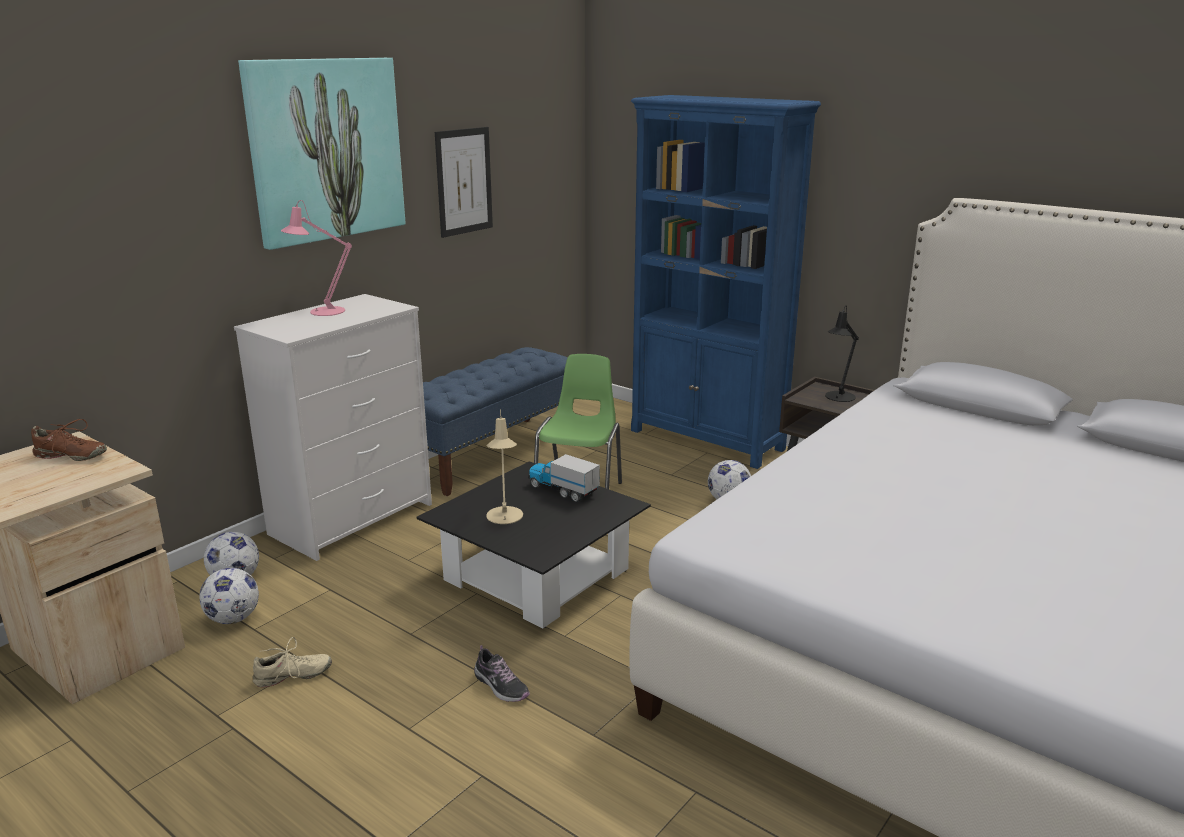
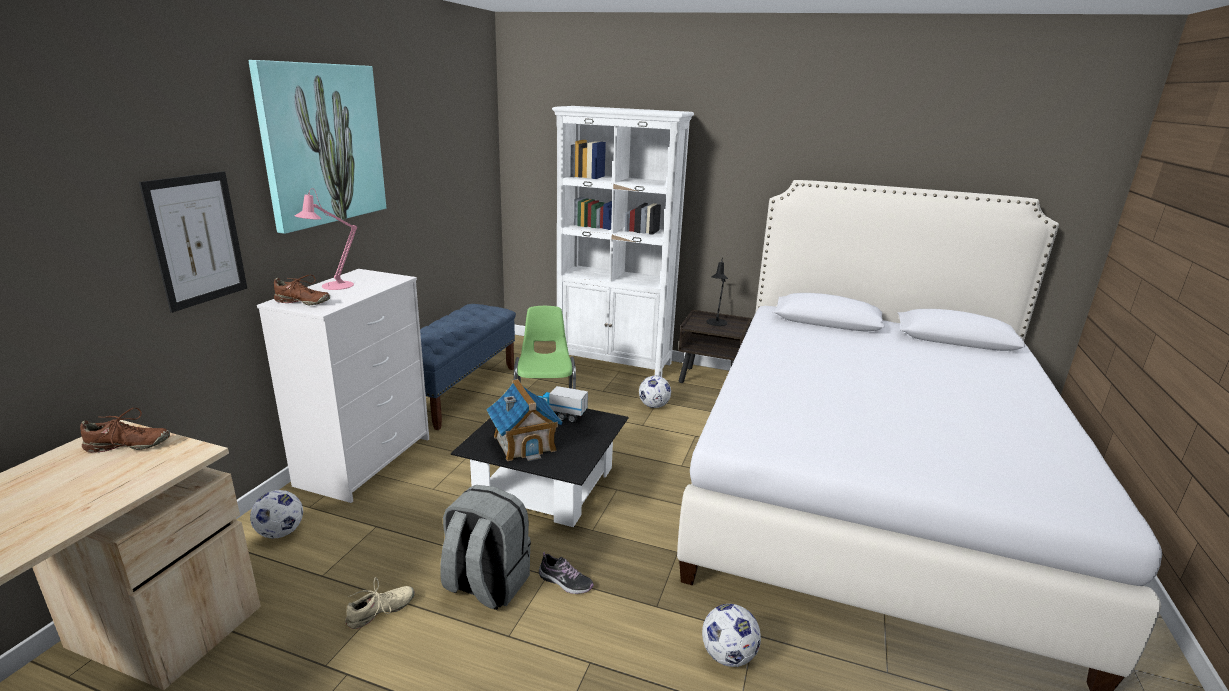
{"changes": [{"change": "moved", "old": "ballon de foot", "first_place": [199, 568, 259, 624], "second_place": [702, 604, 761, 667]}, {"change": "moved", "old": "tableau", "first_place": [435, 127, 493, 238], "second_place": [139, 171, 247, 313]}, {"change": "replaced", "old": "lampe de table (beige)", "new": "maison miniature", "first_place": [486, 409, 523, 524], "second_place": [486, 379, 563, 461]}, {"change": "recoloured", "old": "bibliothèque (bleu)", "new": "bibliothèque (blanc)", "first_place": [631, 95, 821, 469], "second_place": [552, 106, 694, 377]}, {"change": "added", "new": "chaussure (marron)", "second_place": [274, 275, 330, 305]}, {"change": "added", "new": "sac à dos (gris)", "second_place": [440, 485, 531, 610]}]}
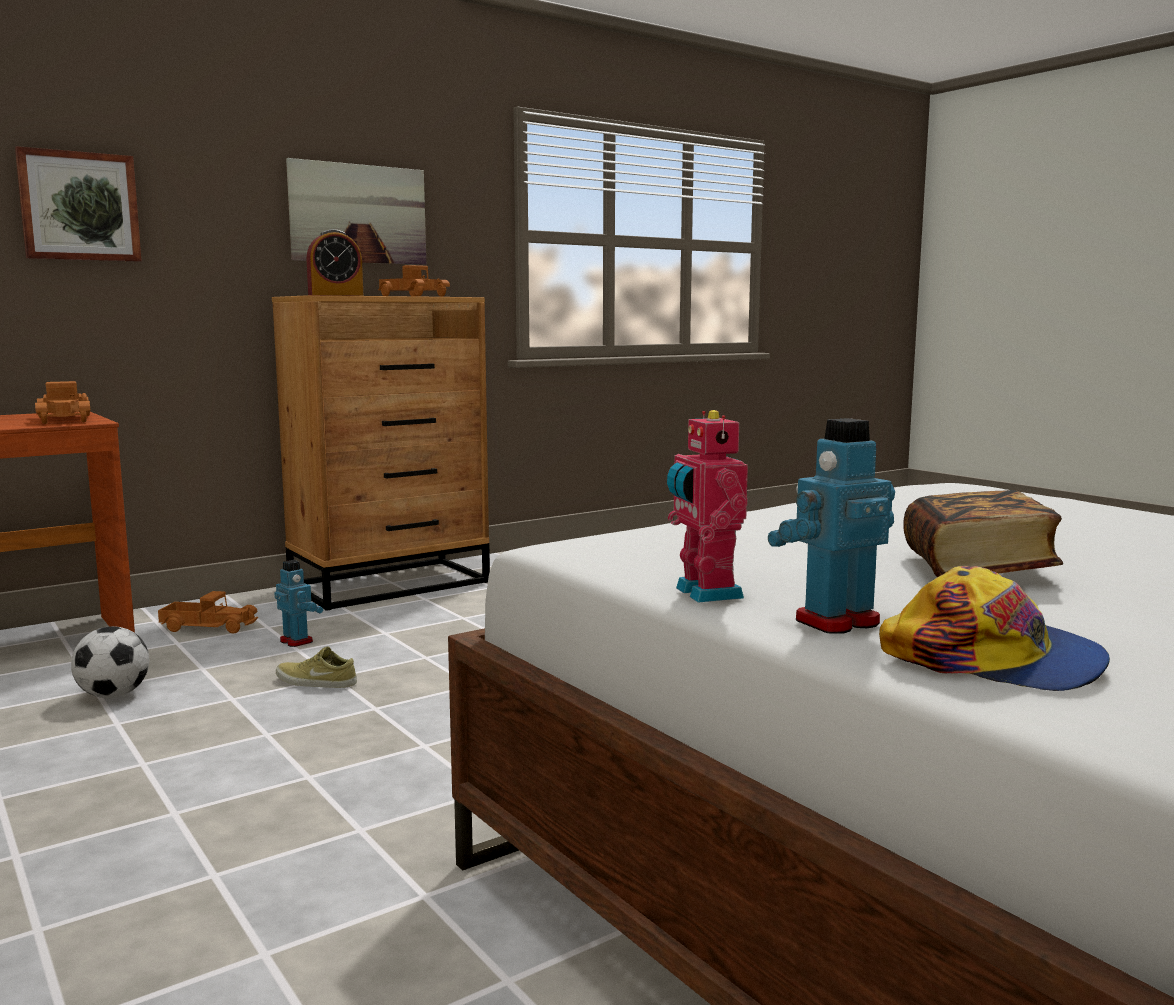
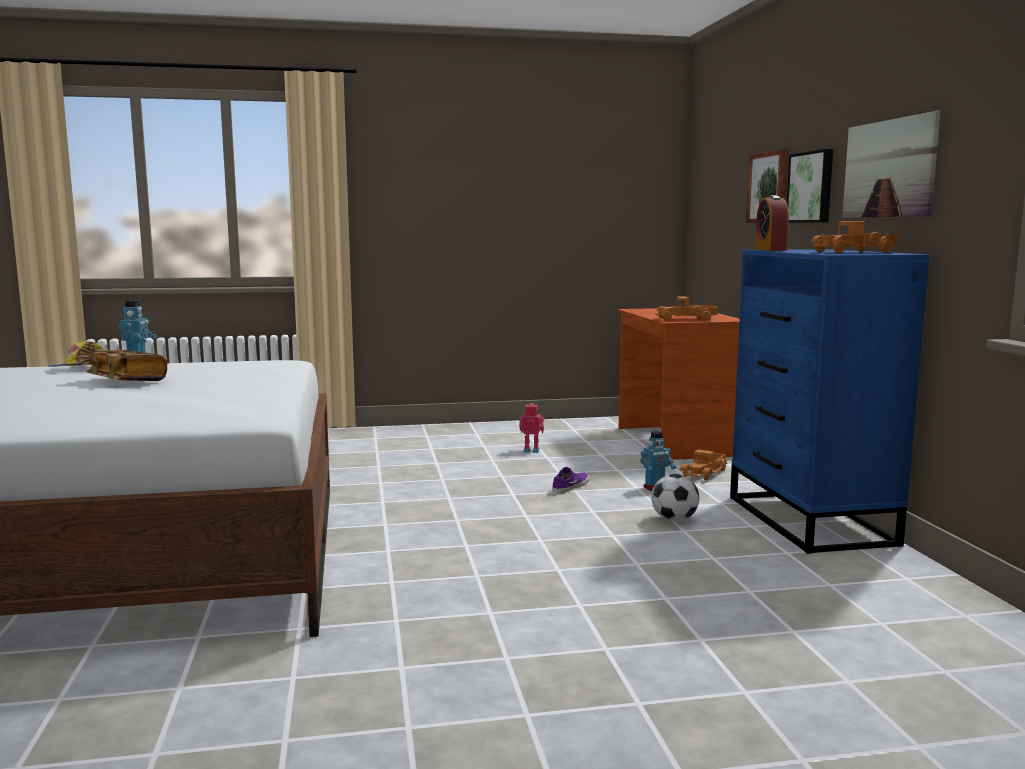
{"changes": [{"change": "moved", "old": "ballon de foot", "first_place": [71, 626, 149, 698], "second_place": [651, 474, 699, 521]}, {"change": "recoloured", "old": "commode (marron)", "new": "commode (bleu)", "first_place": [272, 295, 490, 611], "second_place": [730, 249, 930, 554]}, {"change": "recoloured", "old": "chaussure (beige)", "new": "chaussure (violet)", "first_place": [276, 647, 357, 688], "second_place": [552, 467, 589, 494]}, {"change": "moved", "old": "robot jouet", "first_place": [667, 410, 748, 603], "second_place": [519, 403, 544, 453]}, {"change": "added", "new": "tableau", "second_place": [786, 149, 833, 223]}]}
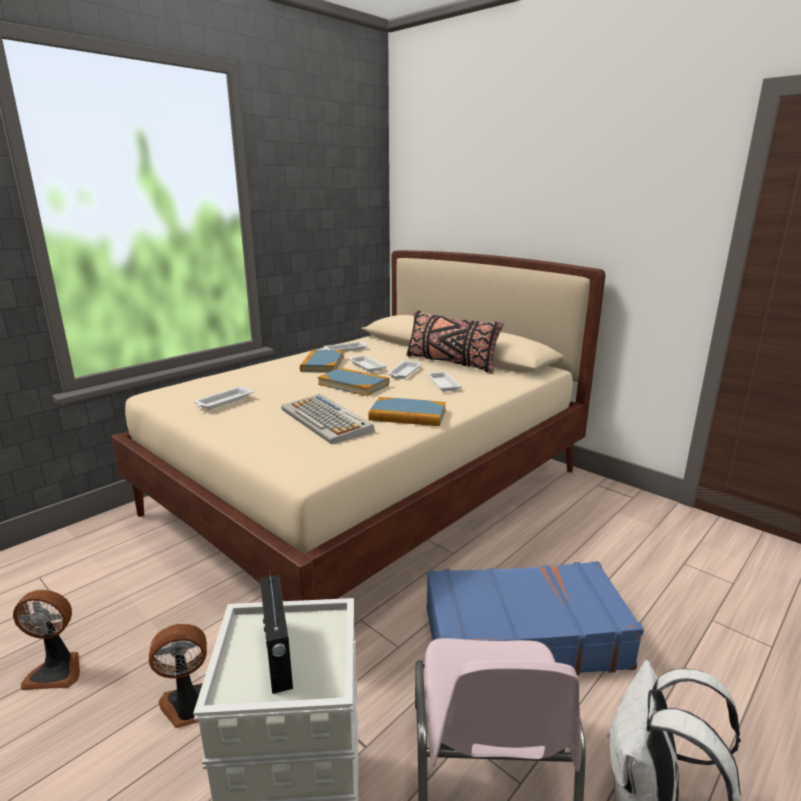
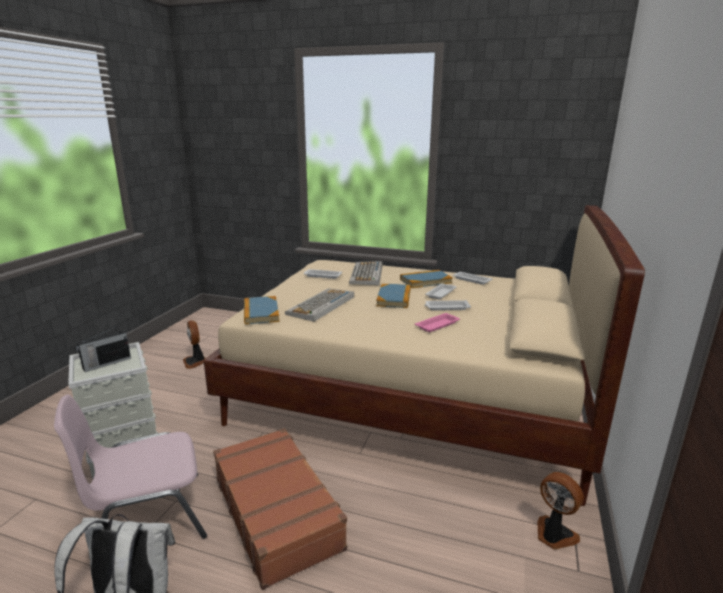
{"changes": [{"change": "moved", "old": "ventilateur", "first_place": [149, 624, 207, 728], "second_place": [537, 472, 584, 550]}, {"change": "moved", "old": "livre", "first_place": [368, 397, 446, 426], "second_place": [244, 296, 280, 325]}, {"change": "removed", "old": "coussin (noir)", "first_place": [406, 310, 504, 374]}, {"change": "recoloured", "old": "plateau (blanc)", "new": "plateau (rose)", "first_place": [427, 372, 462, 392], "second_place": [415, 313, 460, 332]}, {"change": "recoloured", "old": "valise (bleu)", "new": "valise (marron)", "first_place": [427, 561, 644, 675], "second_place": [213, 428, 347, 590]}, {"change": "added", "new": "clavier", "second_place": [349, 261, 383, 285]}]}
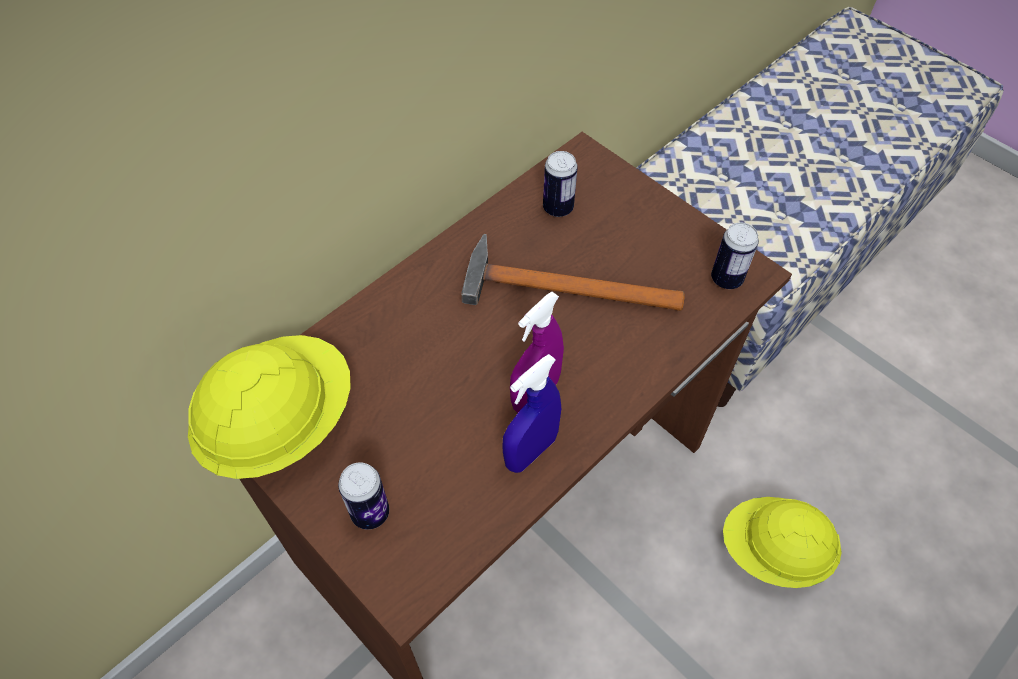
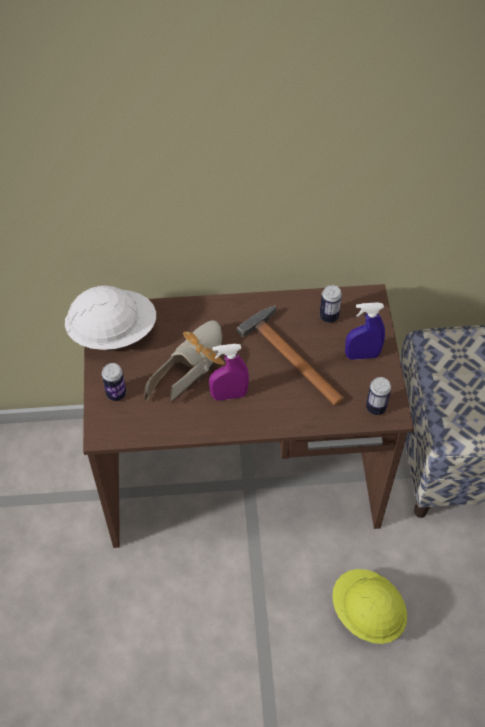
{"changes": [{"change": "recoloured", "old": "casque de chantier (jaune)", "new": "casque de chantier (blanc)", "first_place": [188, 335, 351, 479], "second_place": [65, 286, 156, 351]}, {"change": "moved", "old": "vaporisateur (bleu)", "first_place": [502, 354, 561, 473], "second_place": [345, 302, 385, 360]}, {"change": "added", "new": "chaussure", "second_place": [144, 320, 225, 403]}]}
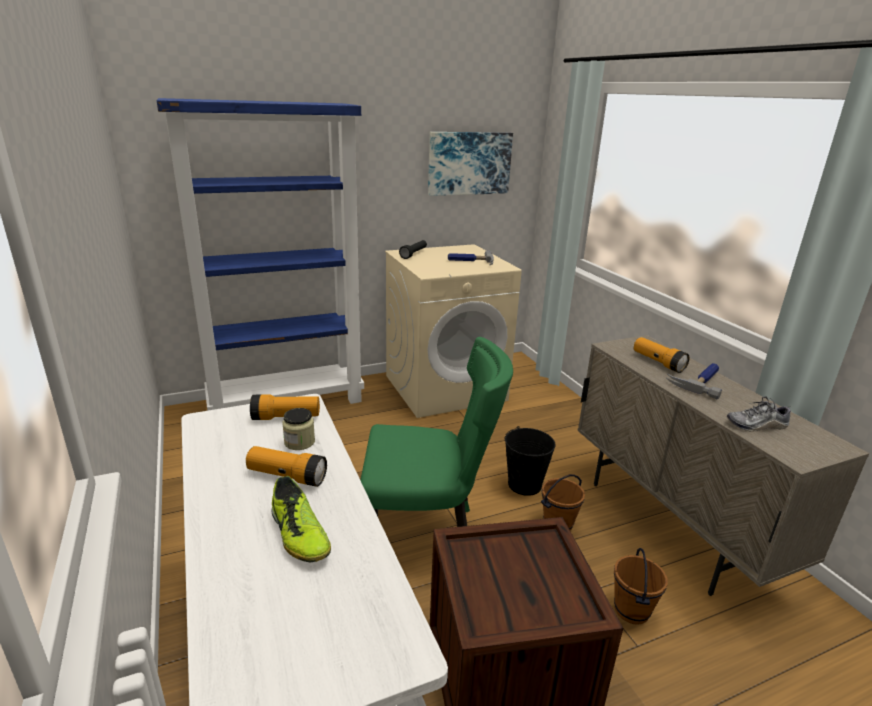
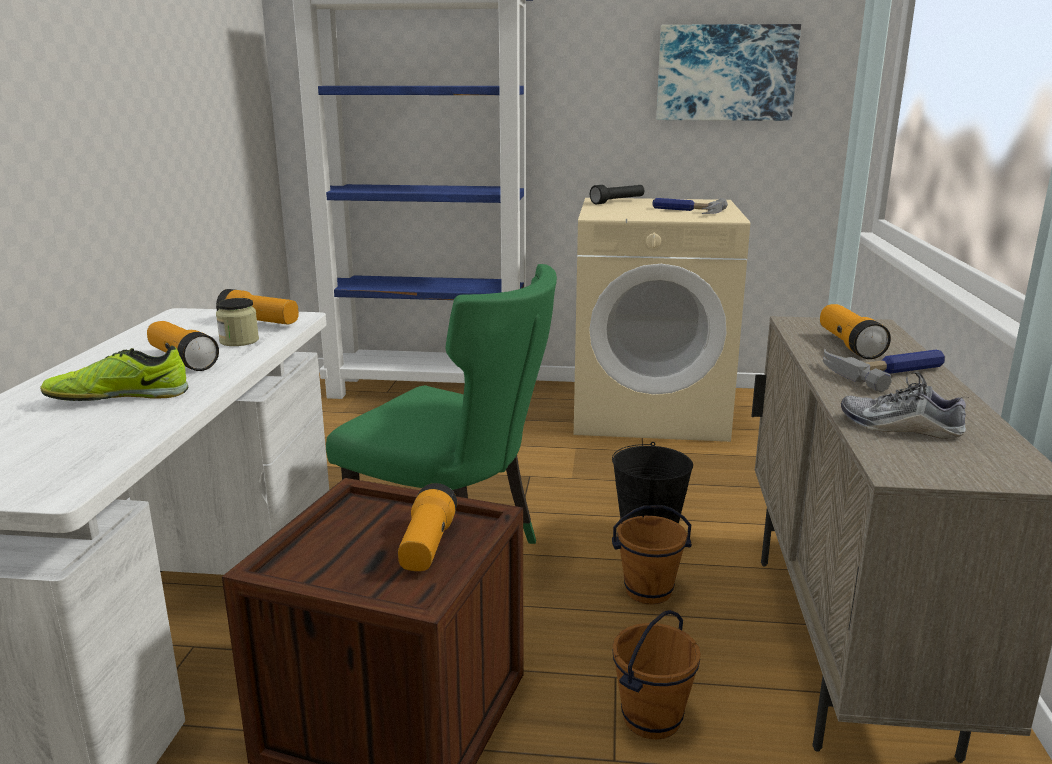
{"changes": [{"change": "turned", "old": "chaussure", "first_place": [271, 476, 331, 562], "second_place": [40, 345, 189, 401], "degrees": 75}, {"change": "added", "new": "lampe de poche", "second_place": [398, 483, 457, 571]}]}
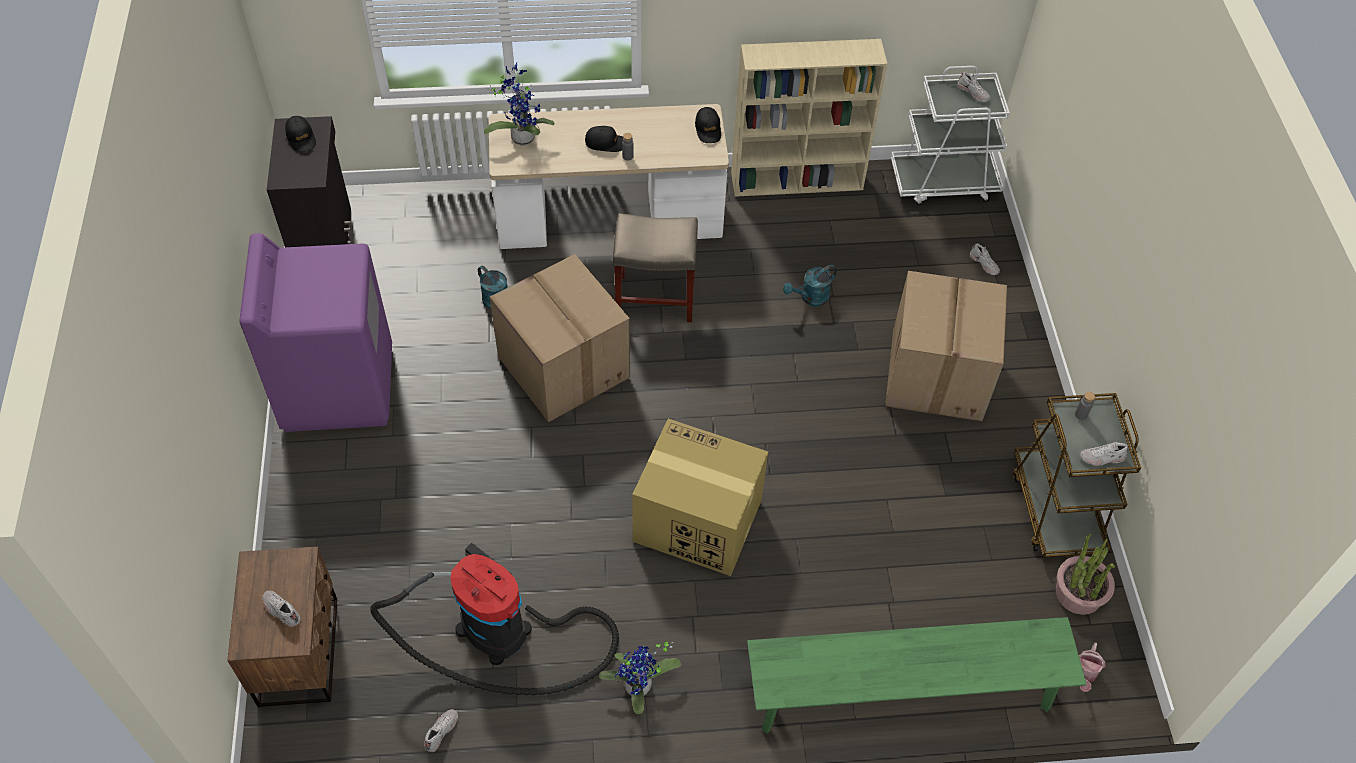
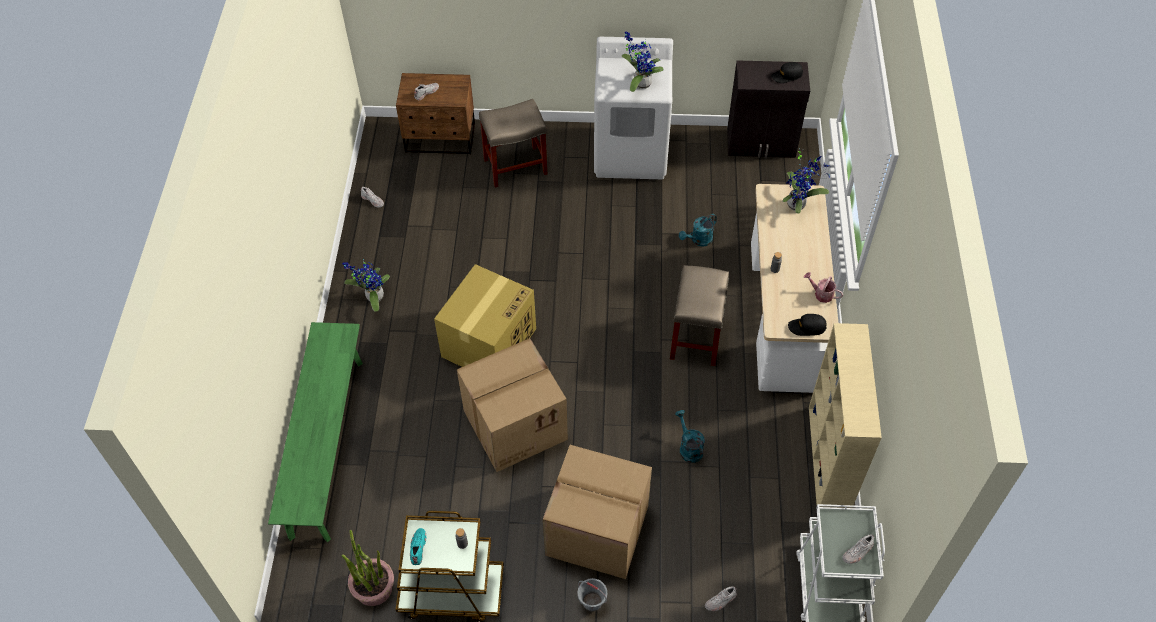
{"changes": [{"change": "recoloured", "old": "lave-linge (violet)", "new": "lave-linge (blanc)", "first_place": [239, 233, 392, 432], "second_place": [594, 37, 673, 179]}, {"change": "removed", "old": "aspirateur", "first_place": [370, 543, 619, 695]}, {"change": "moved", "old": "carton", "first_place": [490, 254, 630, 422], "second_place": [457, 338, 568, 472]}, {"change": "removed", "old": "casquette (noir)", "first_place": [585, 126, 623, 152]}, {"change": "moved", "old": "arrosoir", "first_place": [1079, 642, 1105, 692], "second_place": [804, 272, 843, 303]}, {"change": "recoloured", "old": "chaussure (blanc)", "new": "chaussure (turquoise)", "first_place": [1080, 441, 1129, 466], "second_place": [410, 528, 426, 565]}, {"change": "added", "new": "tabouret (beige)", "second_place": [479, 99, 547, 188]}, {"change": "added", "new": "seau (gris)", "second_place": [577, 578, 607, 611]}, {"change": "added", "new": "plante en pot", "second_place": [622, 31, 664, 92]}]}
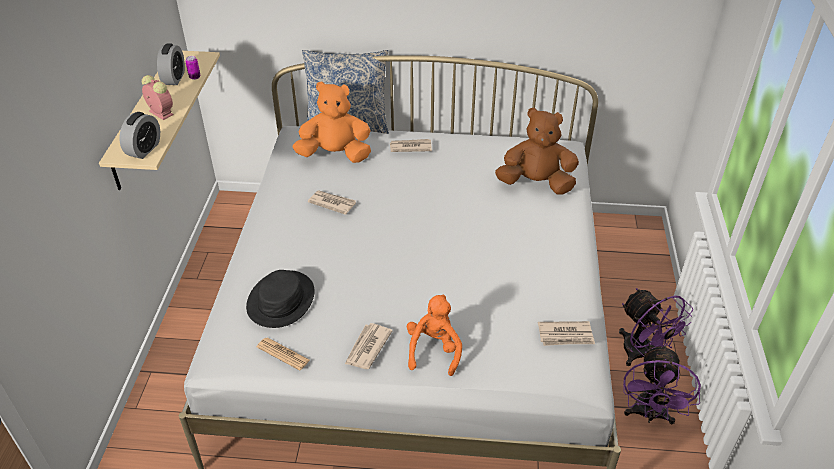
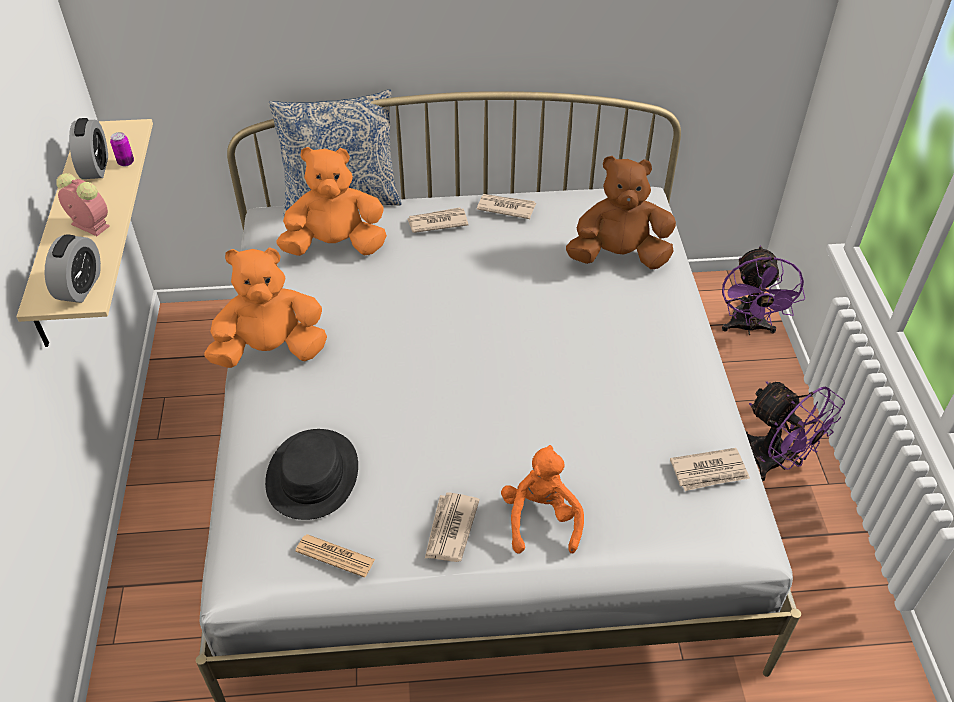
{"changes": [{"change": "moved", "old": "journal", "first_place": [308, 190, 356, 215], "second_place": [477, 194, 536, 219]}, {"change": "moved", "old": "ventilateur (violet)", "first_place": [623, 344, 701, 425], "second_place": [722, 246, 805, 335]}, {"change": "added", "new": "peluche (orange)", "second_place": [204, 247, 327, 368]}]}
